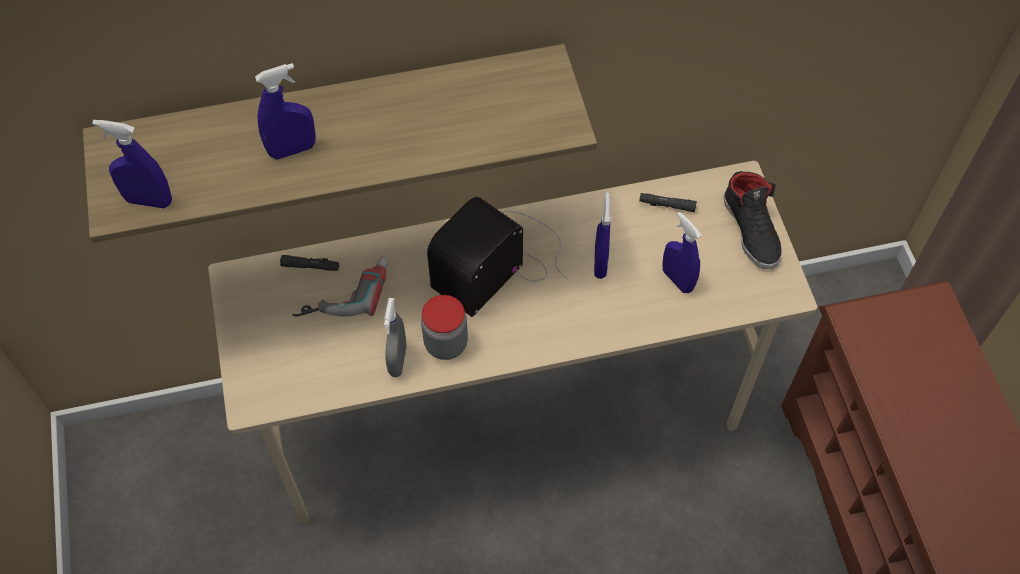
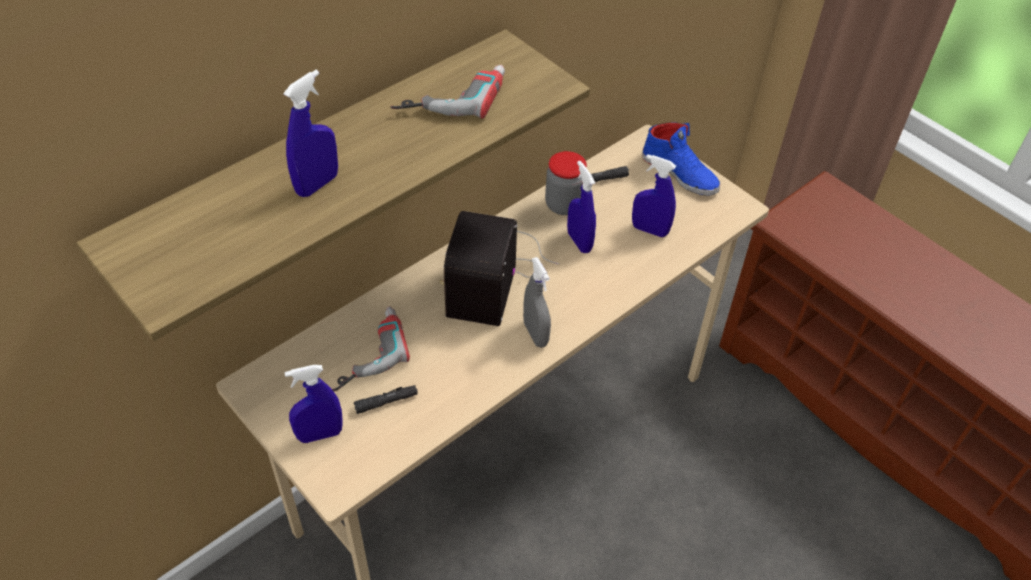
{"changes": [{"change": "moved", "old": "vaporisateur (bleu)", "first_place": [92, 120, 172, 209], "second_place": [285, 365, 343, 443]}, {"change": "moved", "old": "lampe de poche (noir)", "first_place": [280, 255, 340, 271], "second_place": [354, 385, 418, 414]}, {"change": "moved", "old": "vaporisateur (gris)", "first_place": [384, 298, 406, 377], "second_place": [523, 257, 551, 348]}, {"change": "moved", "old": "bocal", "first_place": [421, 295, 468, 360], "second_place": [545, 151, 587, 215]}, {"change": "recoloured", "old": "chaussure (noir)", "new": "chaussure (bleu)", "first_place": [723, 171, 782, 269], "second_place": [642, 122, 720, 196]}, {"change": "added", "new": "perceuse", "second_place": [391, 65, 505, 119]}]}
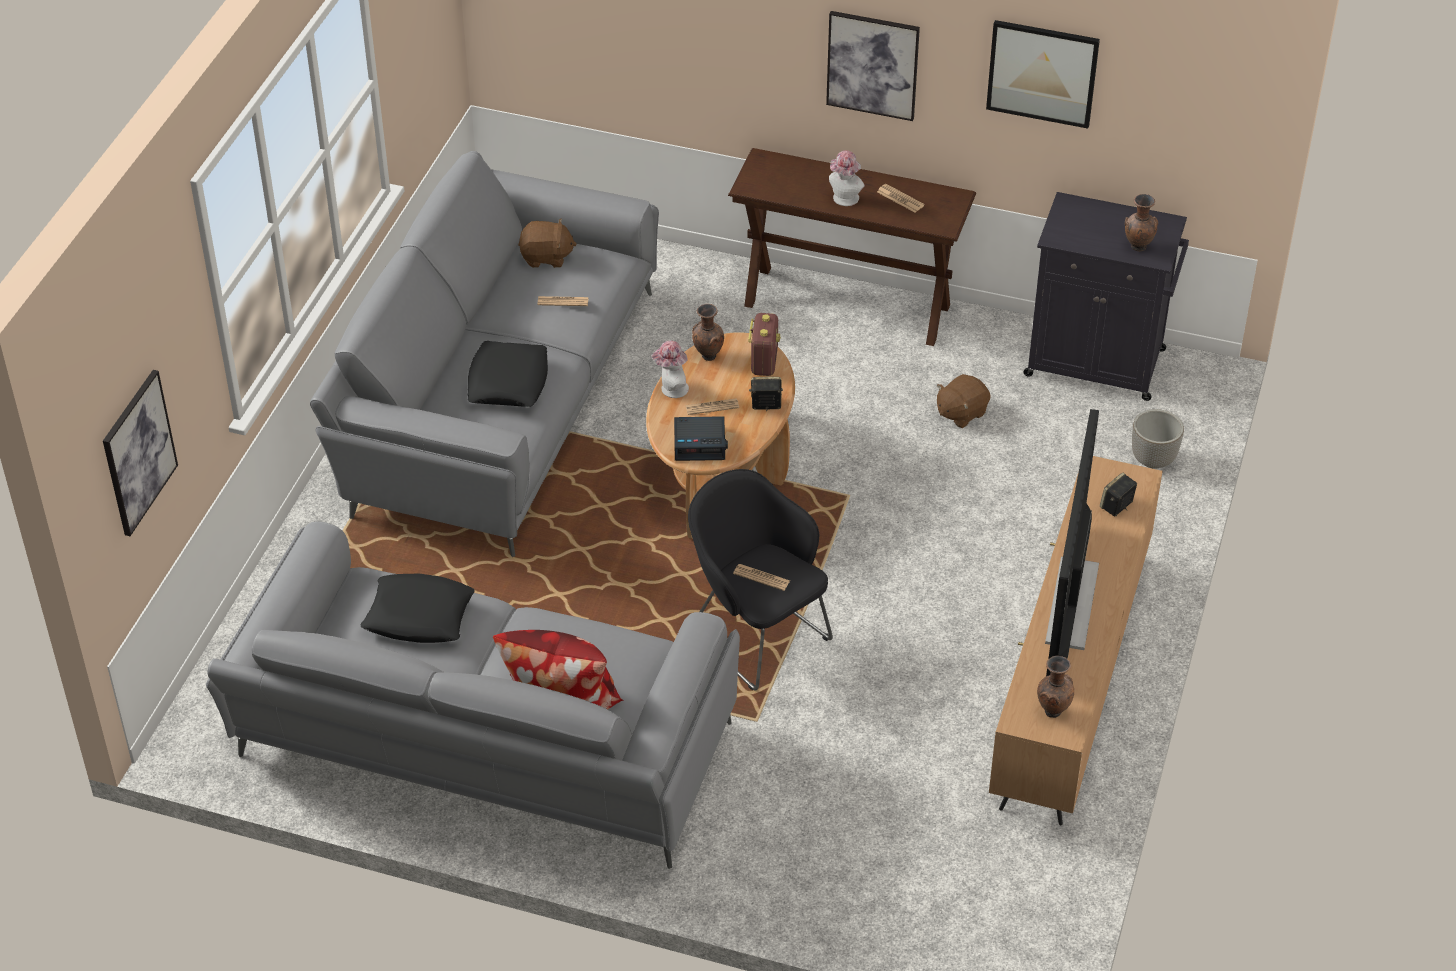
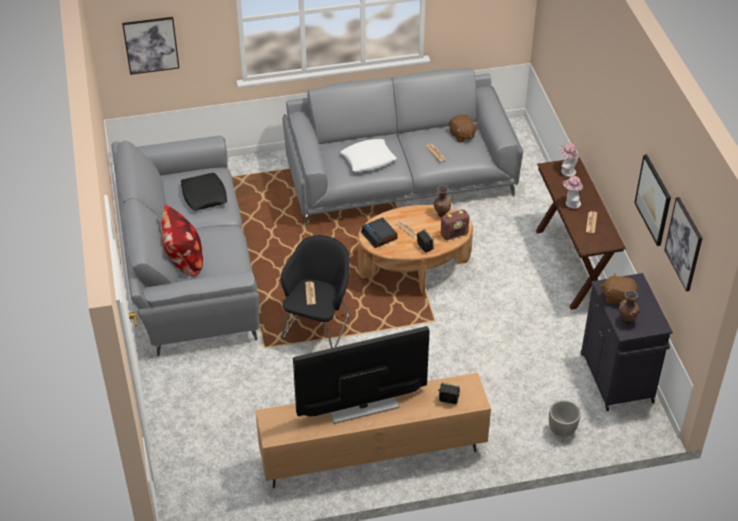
{"changes": [{"change": "recoloured", "old": "coussin (noir)", "new": "coussin (blanc)", "first_place": [468, 341, 548, 407], "second_place": [341, 139, 396, 172]}, {"change": "moved", "old": "chapeau", "first_place": [651, 341, 689, 398], "second_place": [559, 143, 578, 177]}, {"change": "moved", "old": "tableau", "first_place": [826, 11, 920, 121], "second_place": [664, 197, 702, 292]}, {"change": "moved", "old": "peluche (marron)", "first_place": [937, 374, 991, 428], "second_place": [600, 272, 637, 304]}, {"change": "removed", "old": "vase (marron)", "first_place": [1037, 656, 1074, 718]}]}
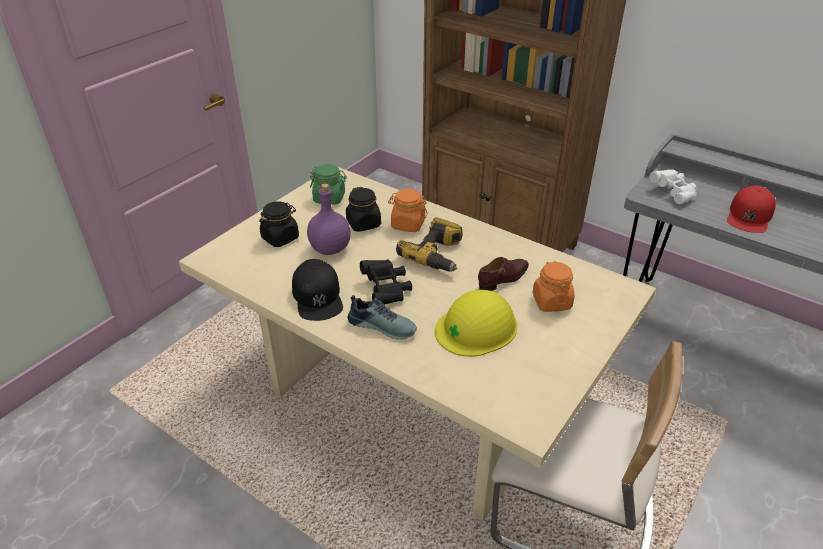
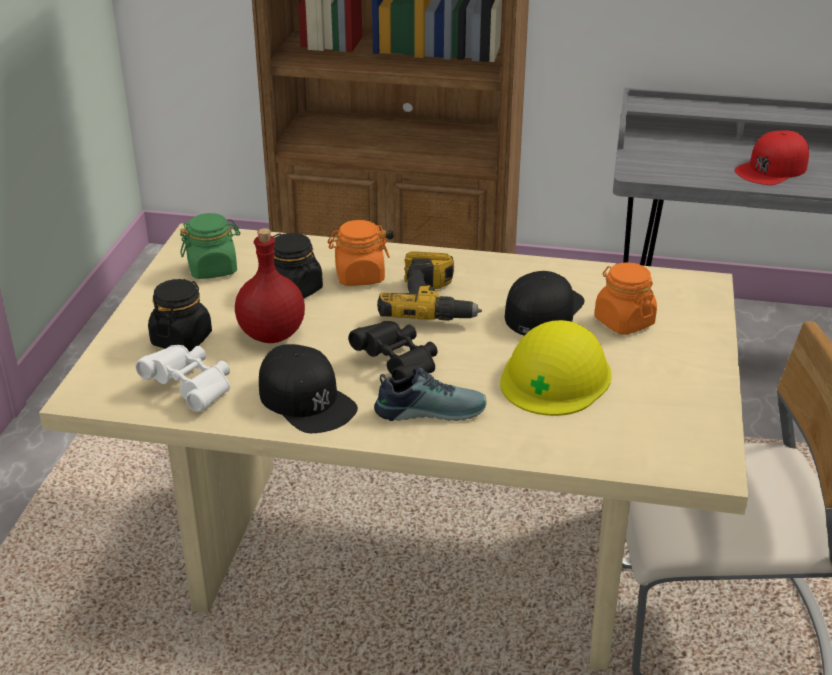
{"changes": [{"change": "recoloured", "old": "bouteille (violet)", "new": "bouteille (rouge)", "first_place": [307, 183, 351, 255], "second_place": [235, 228, 305, 343]}, {"change": "replaced", "old": "chaussure (marron)", "new": "casquette (noir)", "first_place": [478, 257, 529, 291], "second_place": [505, 271, 584, 336]}, {"change": "moved", "old": "jumelles (blanc)", "first_place": [649, 169, 697, 204], "second_place": [136, 345, 230, 412]}, {"change": "turned", "old": "casquette (rouge)", "first_place": [727, 185, 776, 233], "second_place": [734, 130, 809, 185], "degrees": 45}]}
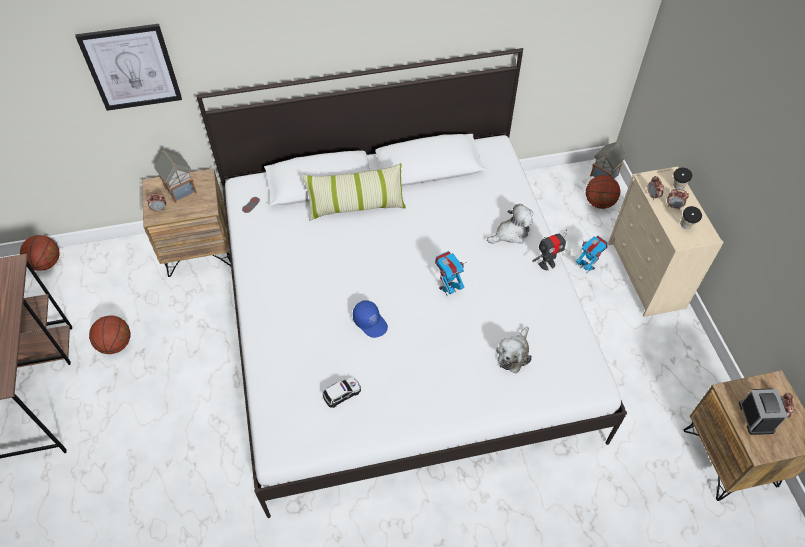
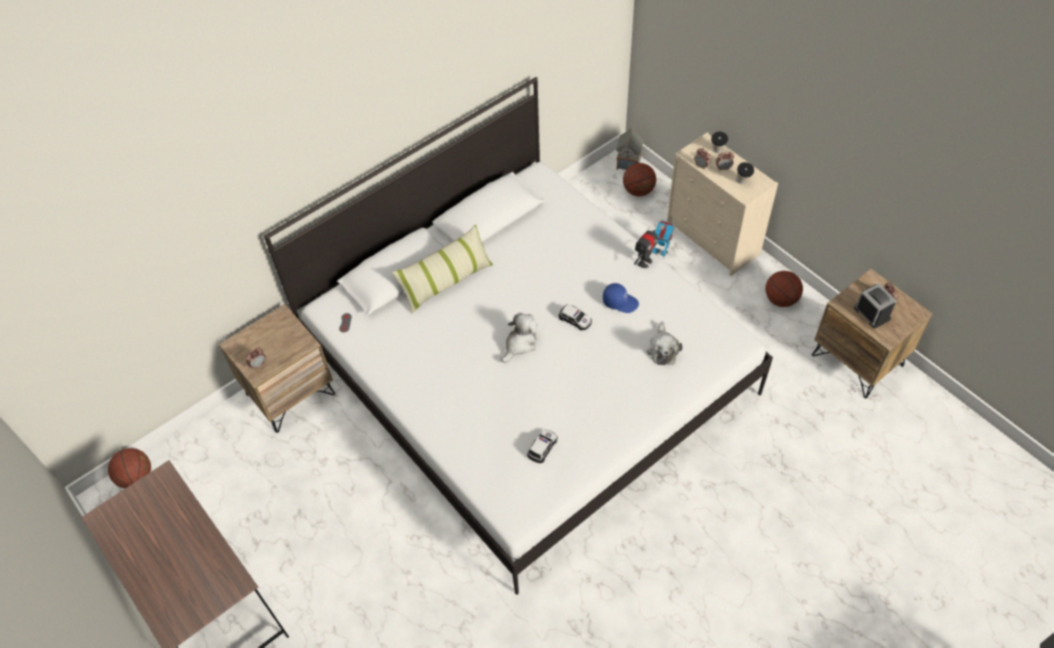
{"changes": [{"change": "removed", "old": "tableau", "first_place": [76, 24, 182, 111]}, {"change": "moved", "old": "ballon de basket", "first_place": [89, 315, 130, 354], "second_place": [766, 271, 803, 307]}, {"change": "removed", "old": "maison miniature", "first_place": [154, 150, 197, 203]}, {"change": "moved", "old": "casquette (bleu)", "first_place": [353, 300, 388, 338], "second_place": [603, 283, 639, 313]}, {"change": "replaced", "old": "robot jouet", "new": "petite voiture", "first_place": [435, 251, 467, 296], "second_place": [559, 304, 592, 330]}, {"change": "moved", "old": "peluche", "first_place": [487, 204, 533, 244], "second_place": [501, 313, 538, 363]}]}
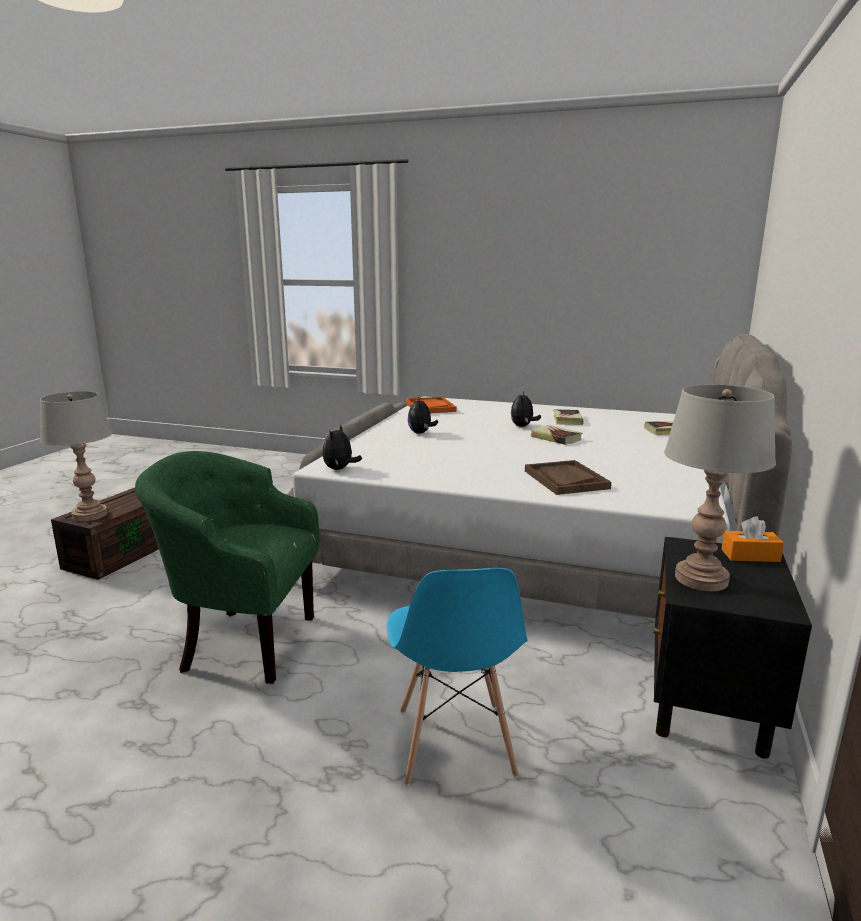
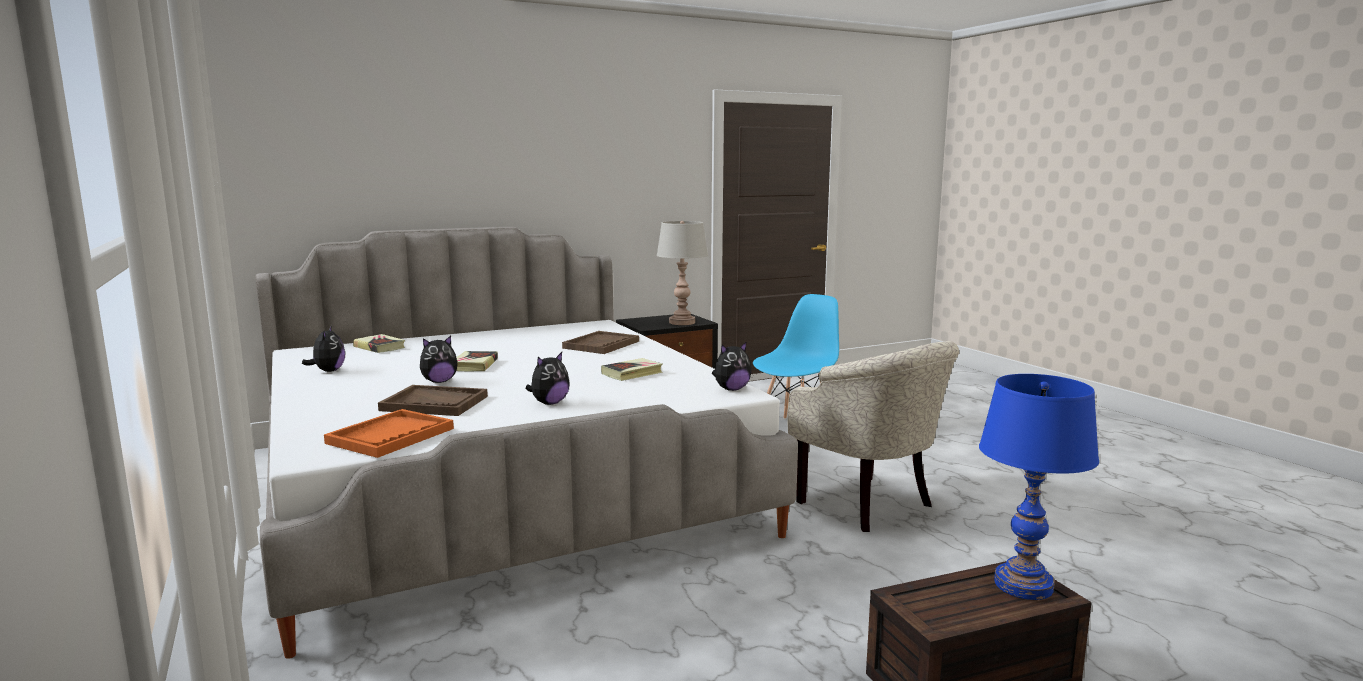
{"changes": [{"change": "recoloured", "old": "lampe de table (gris)", "new": "lampe de table (bleu)", "first_place": [40, 391, 112, 522], "second_place": [979, 374, 1099, 600]}, {"change": "recoloured", "old": "fauteuil (vert)", "new": "fauteuil (beige)", "first_place": [135, 451, 319, 684], "second_place": [787, 341, 959, 532]}, {"change": "moved", "old": "livre", "first_place": [553, 409, 583, 425], "second_place": [601, 358, 663, 381]}, {"change": "removed", "old": "boîte à mouchoirs (orange)", "first_place": [721, 517, 784, 562]}, {"change": "added", "new": "peluche", "second_place": [302, 325, 345, 372]}, {"change": "added", "new": "plateau (marron)", "second_place": [378, 385, 488, 416]}]}
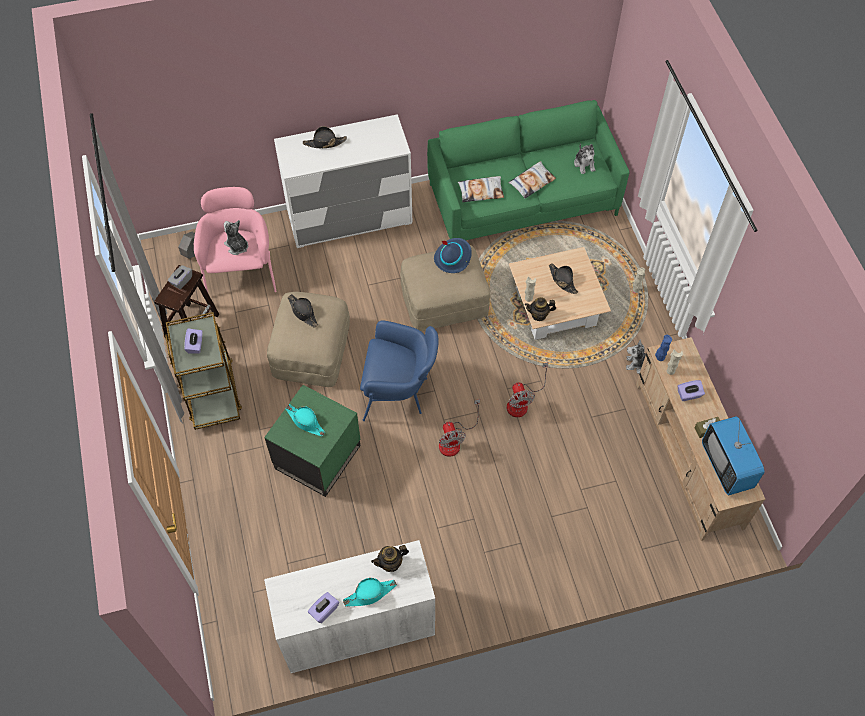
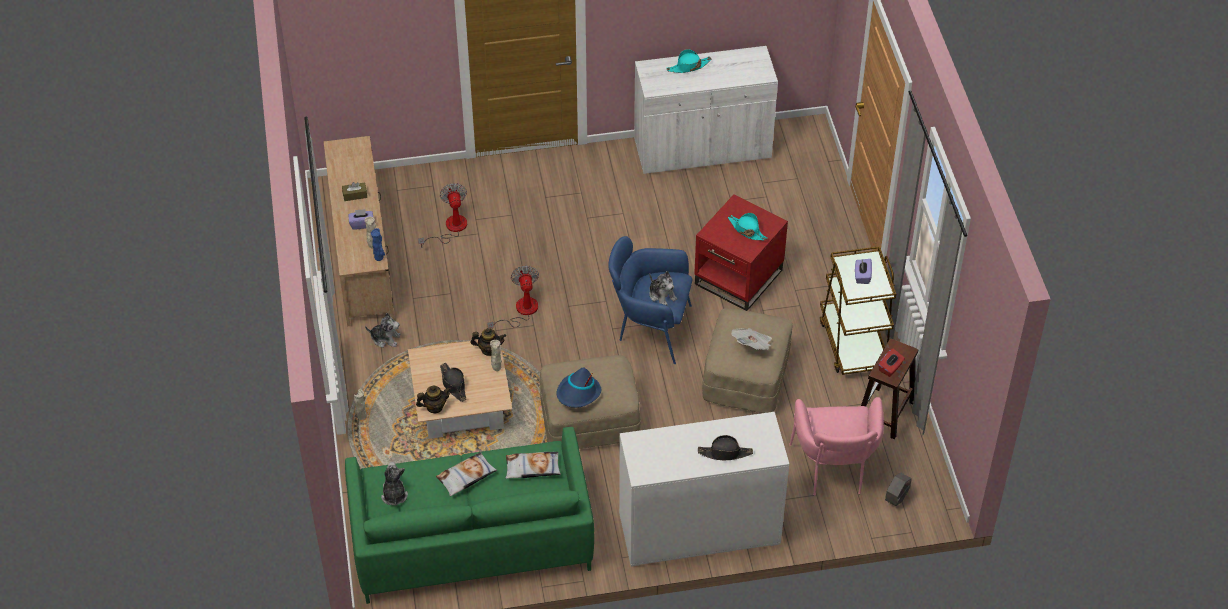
{"changes": [{"change": "recoloured", "old": "boîte à mouchoirs (gris)", "new": "boîte à mouchoirs (rouge)", "first_place": [168, 265, 192, 289], "second_place": [878, 348, 905, 377]}, {"change": "moved", "old": "peluche", "first_place": [224, 220, 248, 255], "second_place": [649, 271, 677, 306]}, {"change": "recoloured", "old": "table d'appoint (vert)", "new": "table d'appoint (rouge)", "first_place": [264, 385, 360, 497], "second_place": [694, 194, 788, 311]}, {"change": "replaced", "old": "chapeau (noir)", "new": "journal", "first_place": [287, 294, 318, 327], "second_place": [731, 328, 772, 350]}, {"change": "removed", "old": "boîte à mouchoirs (violet)", "first_place": [308, 592, 339, 623]}, {"change": "moved", "old": "théière", "first_place": [371, 545, 409, 572], "second_place": [416, 386, 451, 414]}, {"change": "moved", "old": "ventilateur", "first_place": [439, 399, 480, 457], "second_place": [418, 183, 467, 248]}, {"change": "removed", "old": "téléviseur", "first_place": [702, 416, 765, 496]}]}
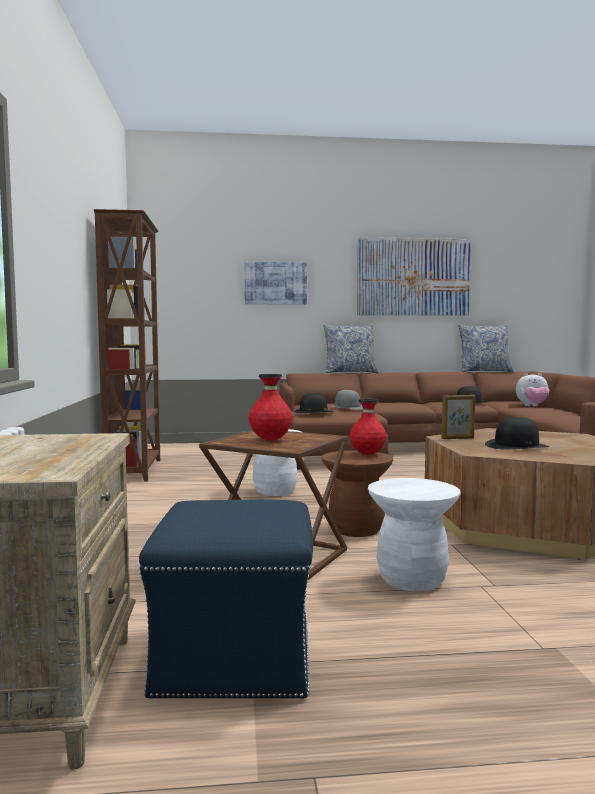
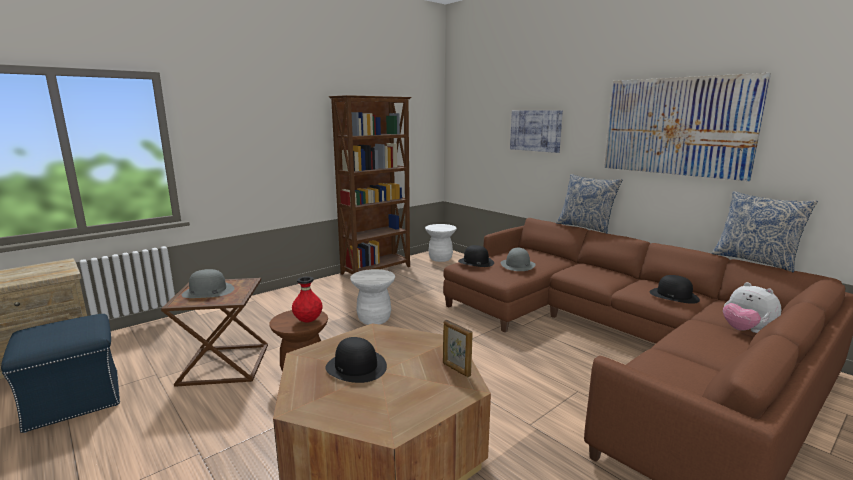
{"changes": [{"change": "replaced", "old": "vase (rouge)", "new": "chapeau (gris)", "first_place": [249, 374, 292, 441], "second_place": [182, 269, 234, 298]}, {"change": "moved", "old": "tabouret (blanc)", "first_place": [368, 478, 461, 591], "second_place": [425, 224, 457, 262]}, {"change": "moved", "old": "cadre photo", "first_place": [441, 395, 475, 439], "second_place": [443, 320, 473, 377]}]}
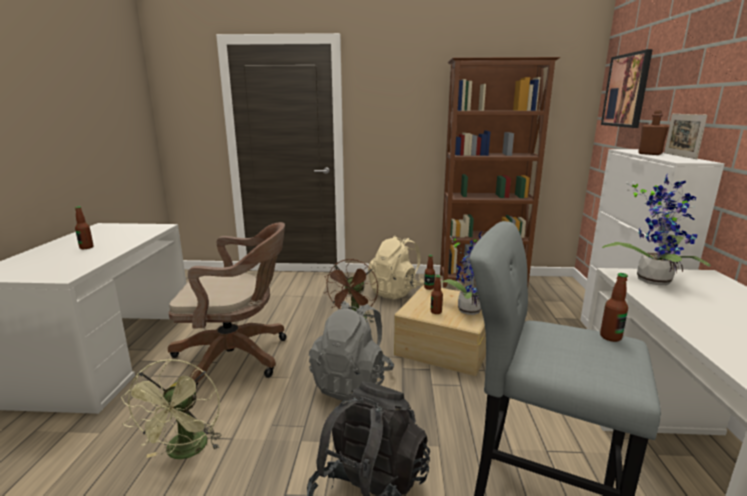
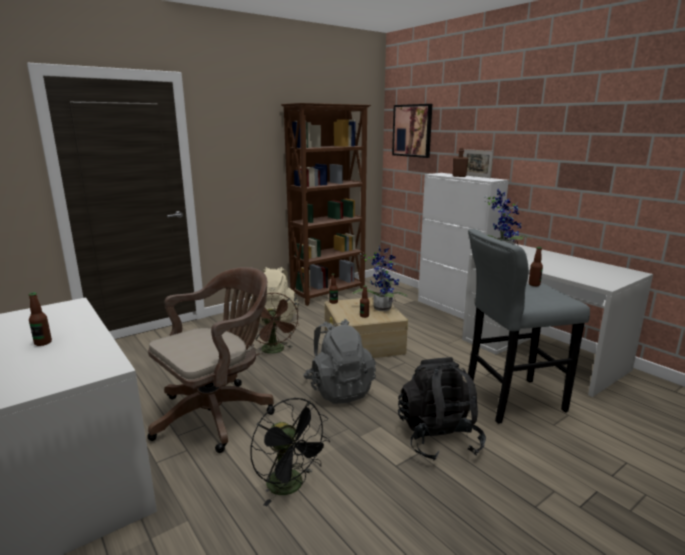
{"changes": [{"change": "recoloured", "old": "ventilateur (vert)", "new": "ventilateur (noir)", "first_place": [121, 359, 221, 459], "second_place": [250, 398, 331, 506]}]}
